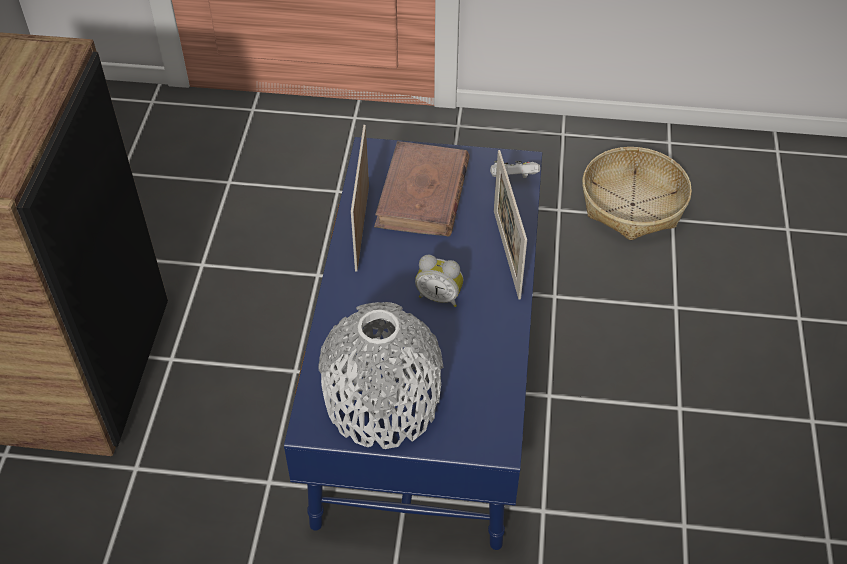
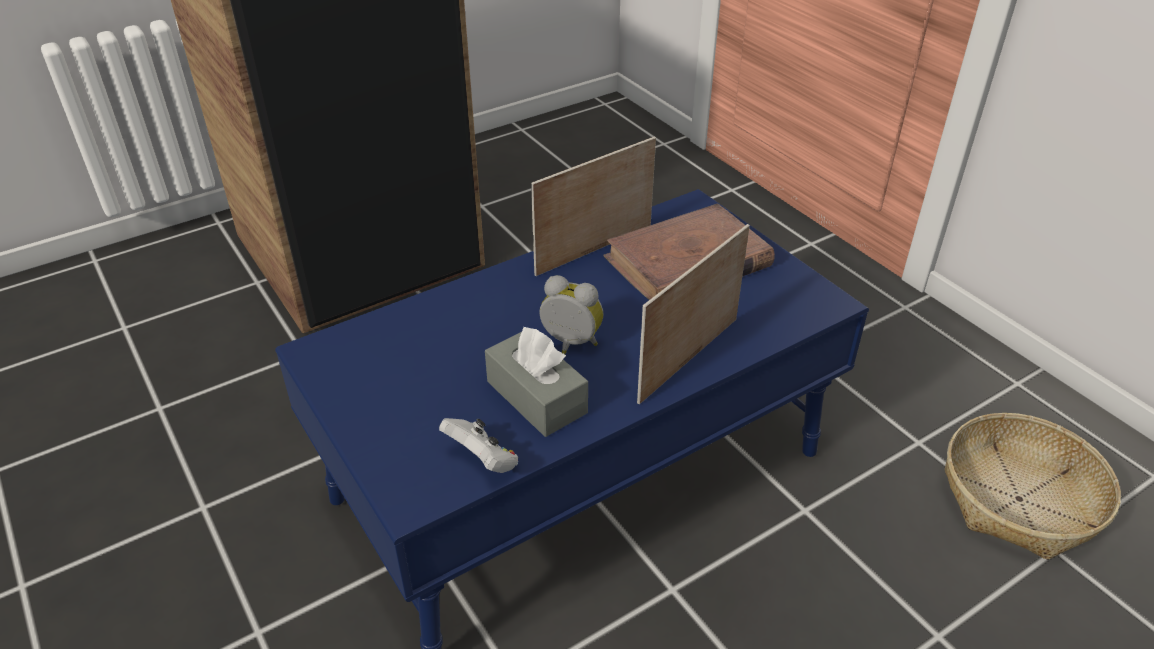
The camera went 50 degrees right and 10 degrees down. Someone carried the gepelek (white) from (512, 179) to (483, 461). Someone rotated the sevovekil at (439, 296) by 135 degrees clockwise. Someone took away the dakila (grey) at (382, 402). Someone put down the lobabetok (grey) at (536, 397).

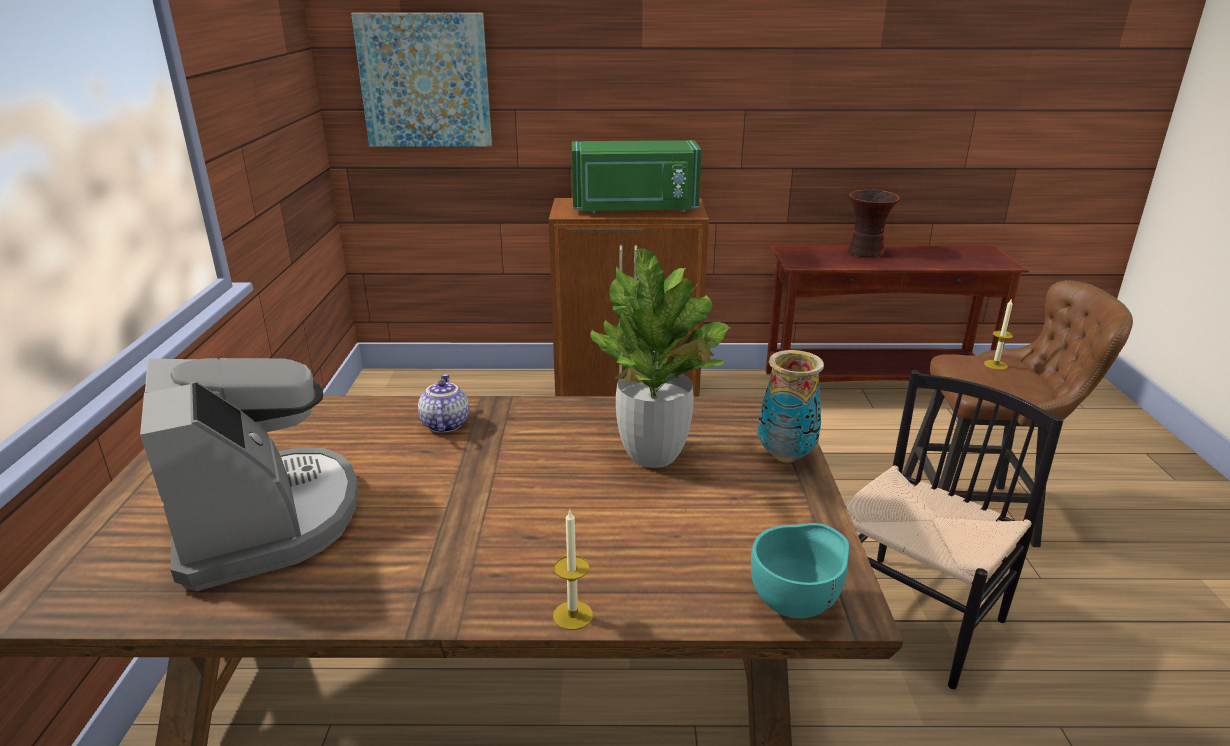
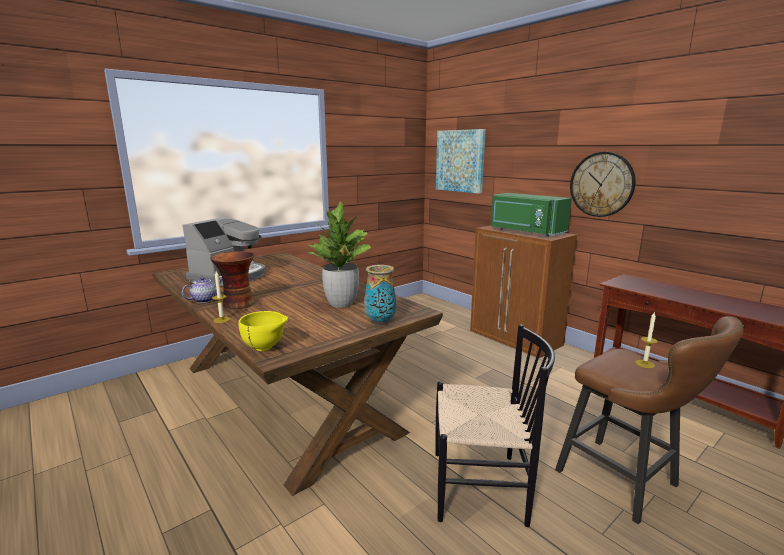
The camera went 50 degrees right and 10 degrees down. Someone carried the dakila from (866, 253) to (237, 304). Someone carried the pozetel from (444, 424) to (204, 300). Someone repainted the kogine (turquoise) at (796, 605), which became the kogine (yellow) at (266, 348). Someone put up the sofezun at (601, 184).

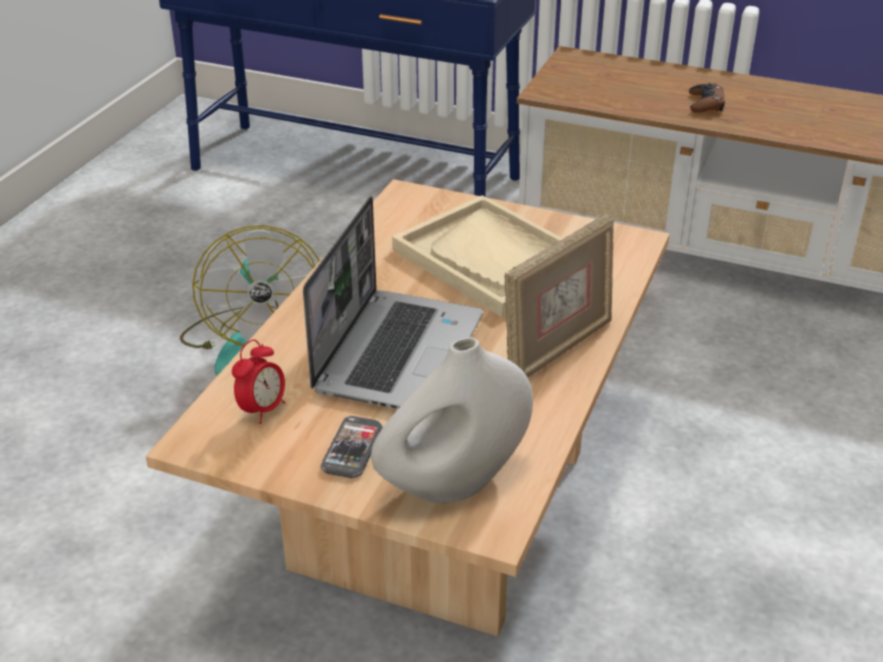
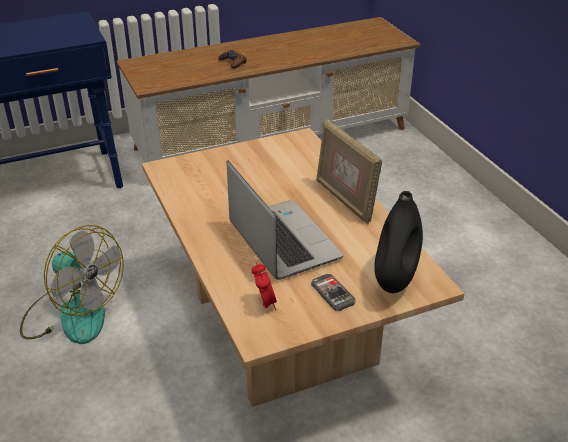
The camera went 45 degrees left and 0 degrees up. Someone took away the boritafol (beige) at (491, 259). Someone rotated the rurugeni at (557, 350) by 150 degrees clockwise. Someone repainted the dakila (white) at (453, 485), which became the dakila (black) at (395, 279).

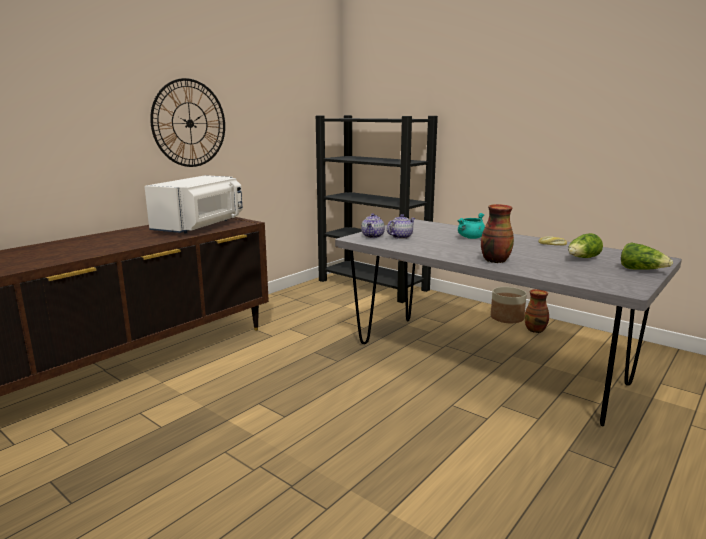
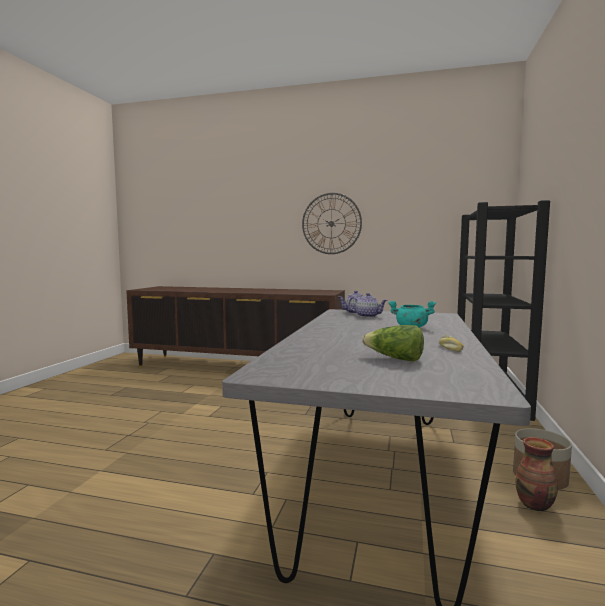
The camera went 65 degrees right and 10 degrees down. Someone took away the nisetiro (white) at (201, 226). Someone took away the dakila at (494, 260). Someone took away the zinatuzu at (641, 270).

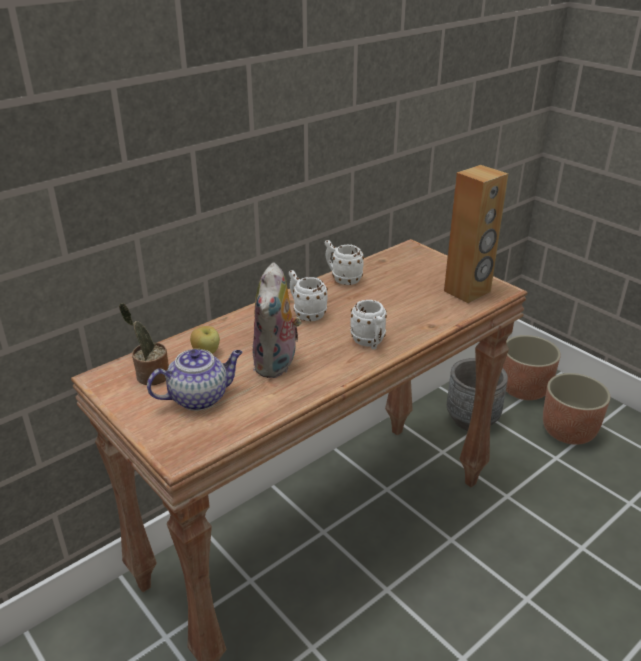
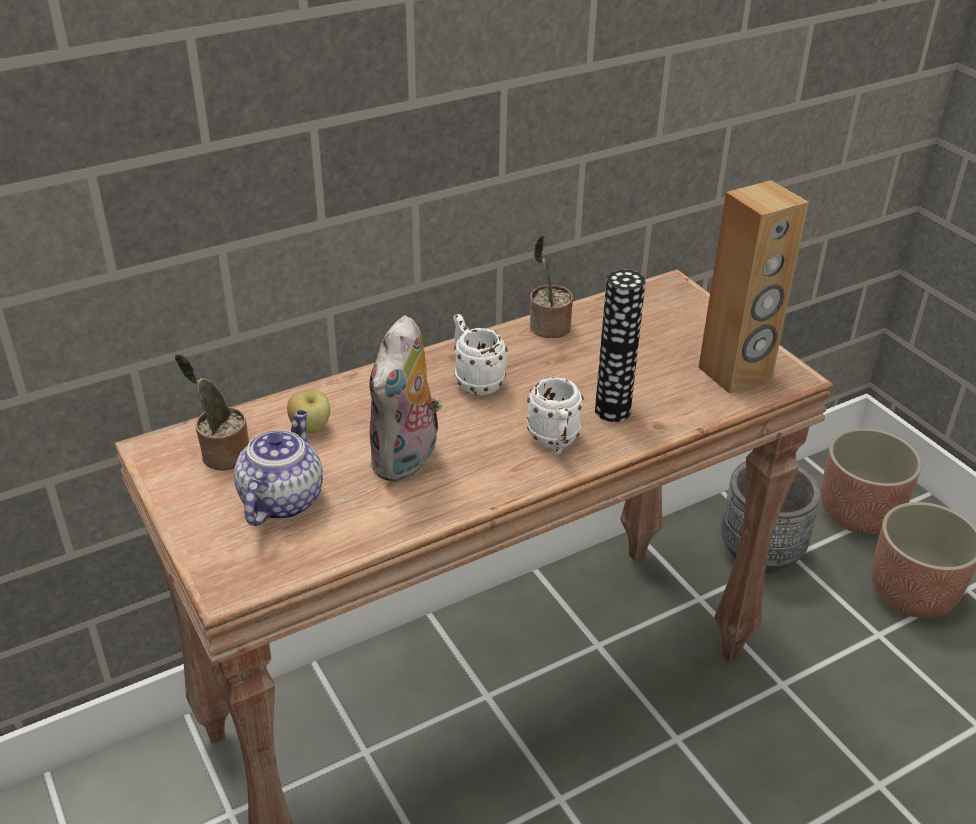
The camera went 10 degrees right and 5 degrees up. Someone swapped the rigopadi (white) at (342, 279) for the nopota at (548, 328). Someone rotated the pozetel at (200, 397) by 60 degrees counterclockwise. Someone put down the dakila at (612, 411).

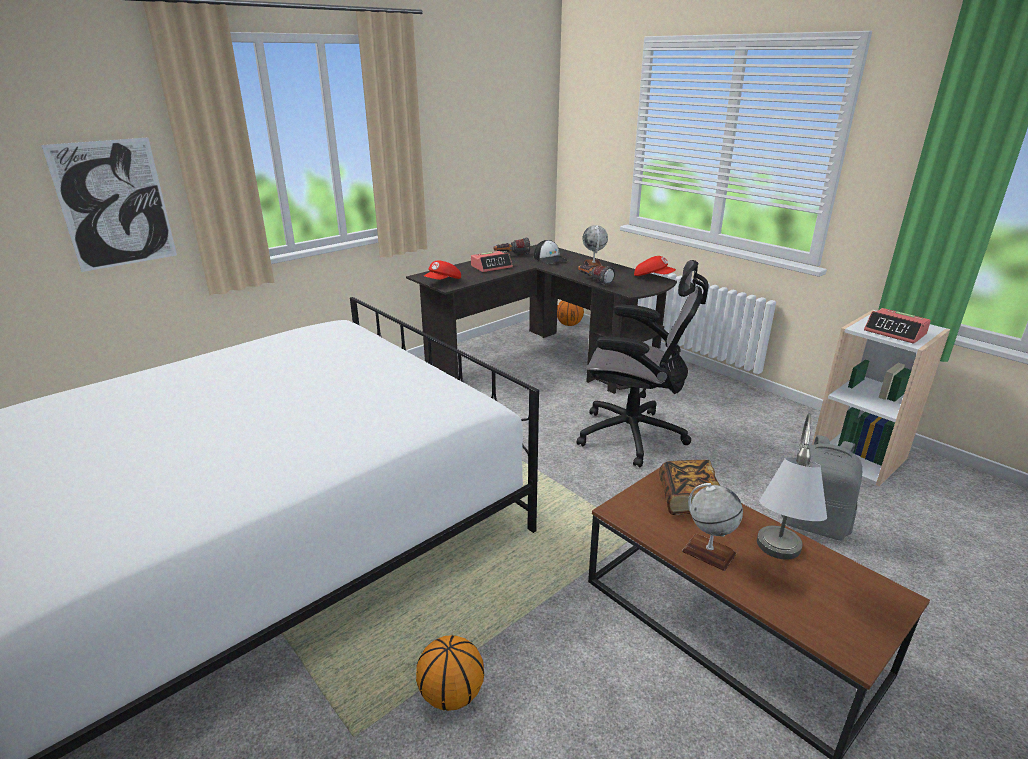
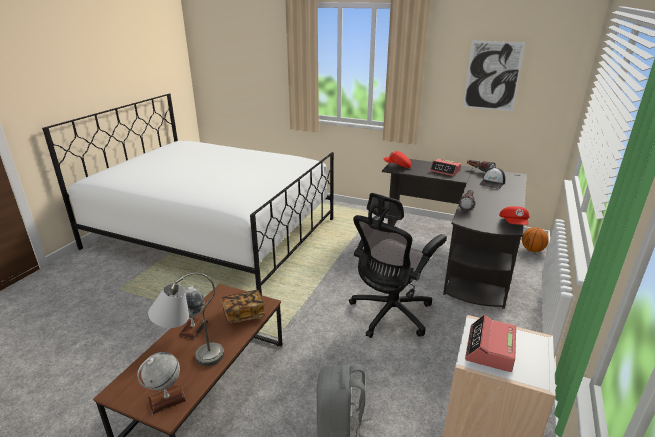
The camera went 65 degrees right and 0 degrees up. Someone carried the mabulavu from (114, 204) to (492, 76). Someone carried the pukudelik from (593, 265) to (167, 399). Someone rotated the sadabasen at (632, 435) by 45 degrees clockwise. Someone took away the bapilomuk at (450, 694).

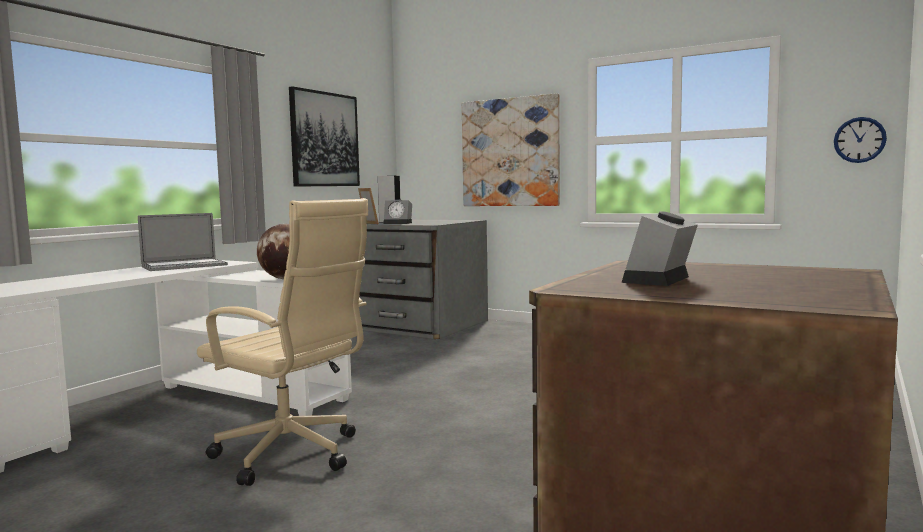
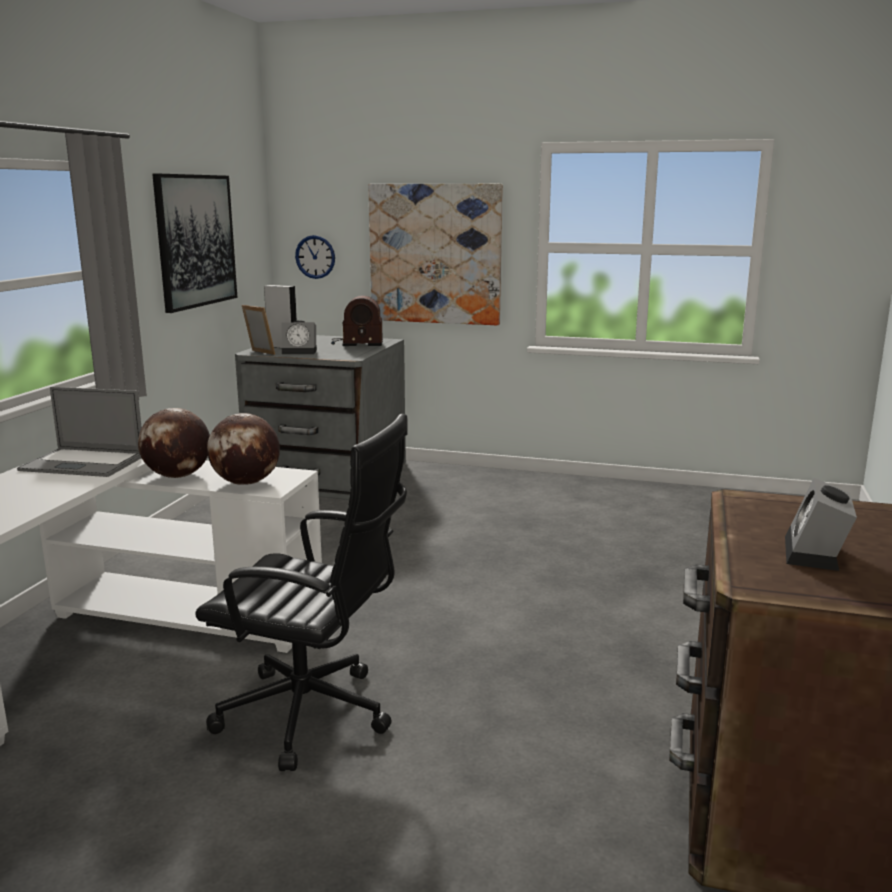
The camera went 15 degrees left and 10 degrees up. Someone carried the sofezun from (859, 140) to (315, 257). Someone repainted the sadabasen (beige) at (292, 455), which became the sadabasen (black) at (313, 716). Someone rotated the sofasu at (184, 266) by 60 degrees clockwise. Someone put down the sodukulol at (356, 343). Someone put down the pukudelik at (178, 476).

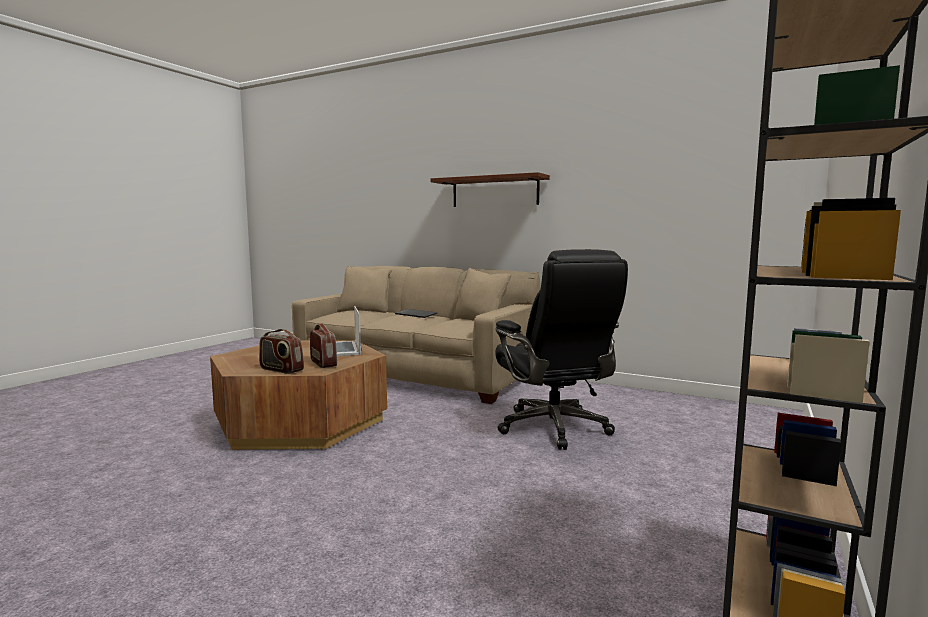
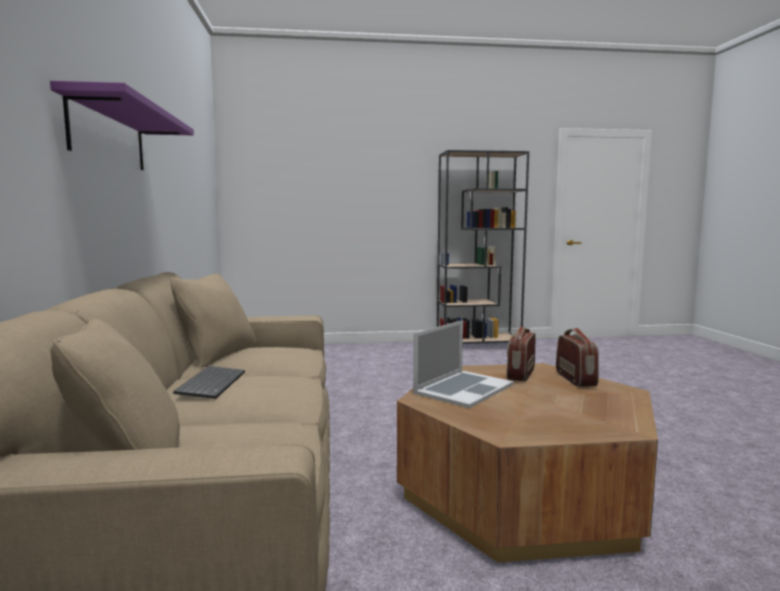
The camera went 125 degrees left and 0 degrees up. Someone repainted the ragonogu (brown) at (494, 192), which became the ragonogu (purple) at (109, 135). Someone took away the sadabasen (black) at (553, 427).

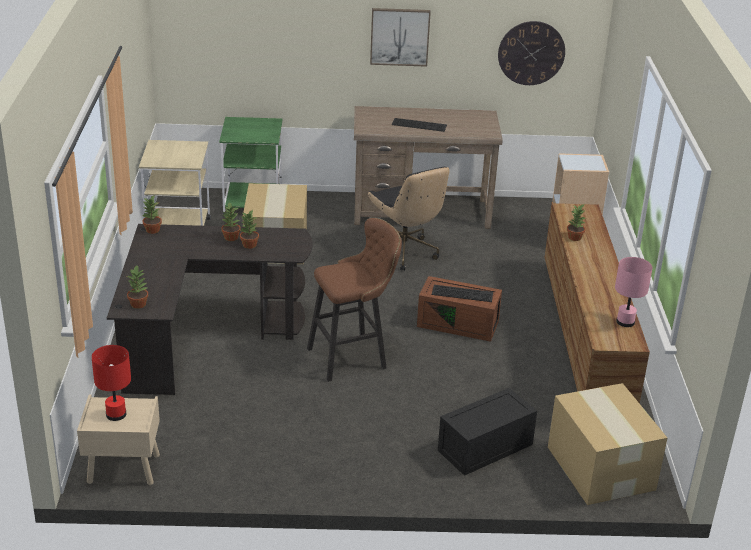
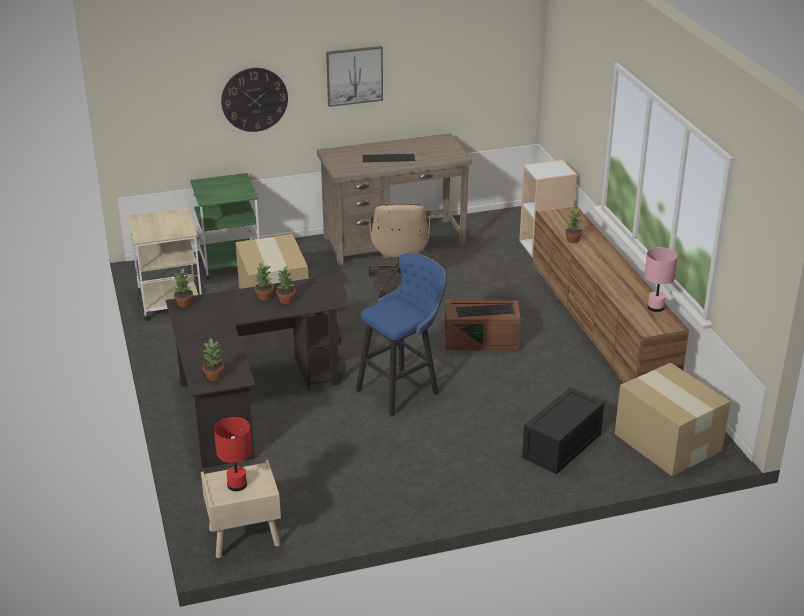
The camera went 15 degrees left and 0 degrees up. Someone carried the sofezun from (531, 53) to (254, 99). Someone rotated the sadabasen (black) at (405, 253) by 45 degrees clockwise. Someone repainted the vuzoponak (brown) at (355, 356), which became the vuzoponak (blue) at (404, 388).

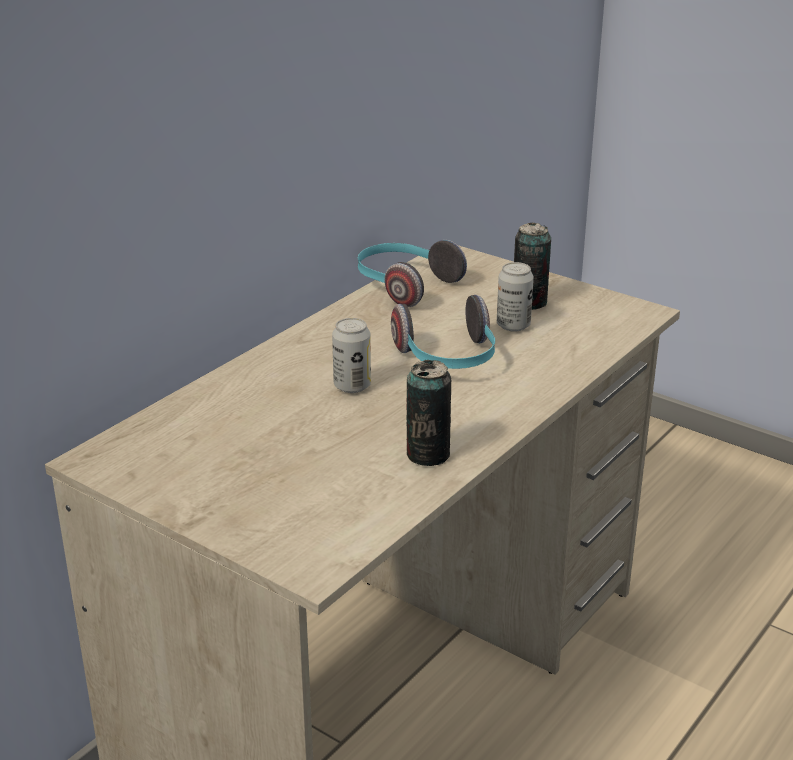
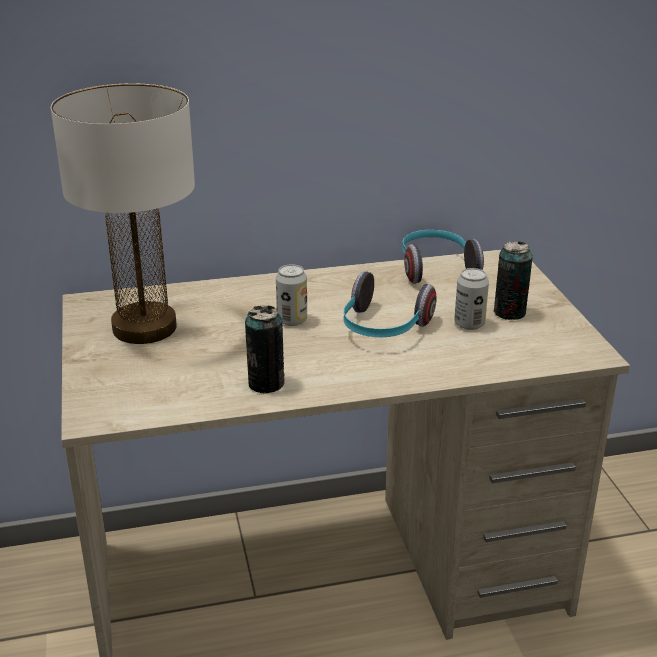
The camera went 40 degrees right and 0 degrees up. Someone put down the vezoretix at (145, 327).

